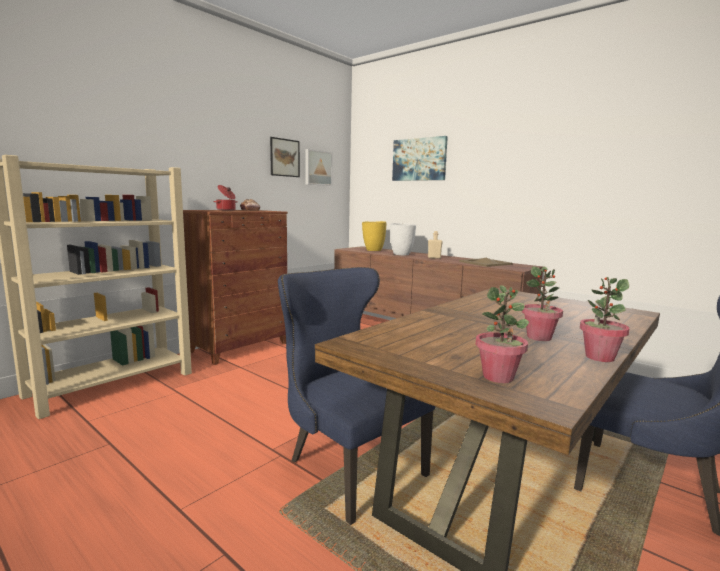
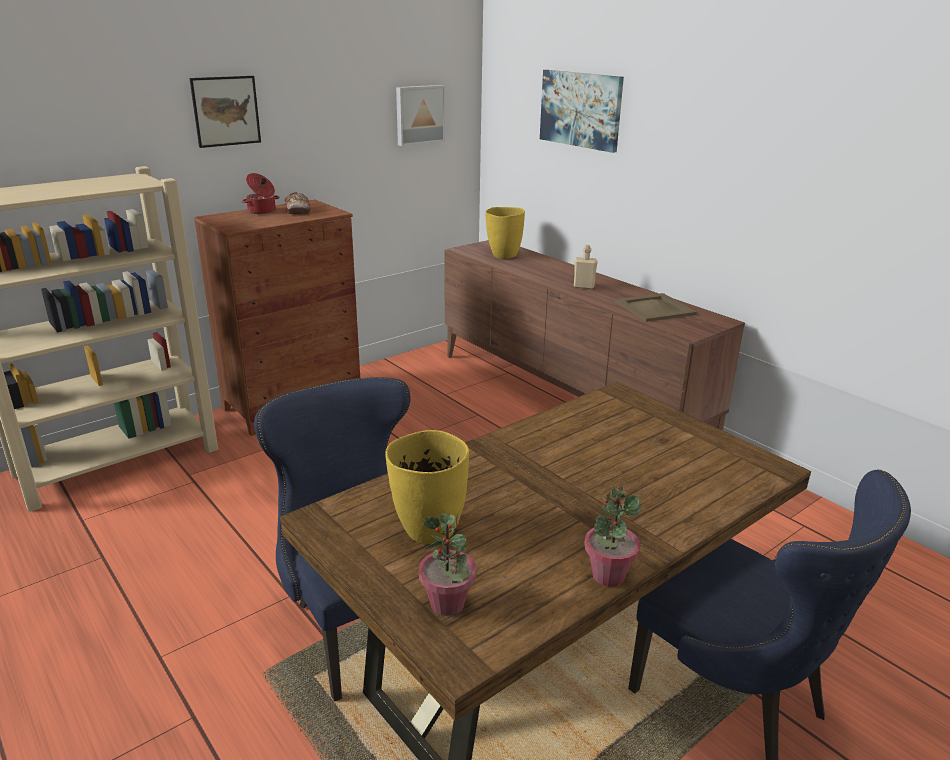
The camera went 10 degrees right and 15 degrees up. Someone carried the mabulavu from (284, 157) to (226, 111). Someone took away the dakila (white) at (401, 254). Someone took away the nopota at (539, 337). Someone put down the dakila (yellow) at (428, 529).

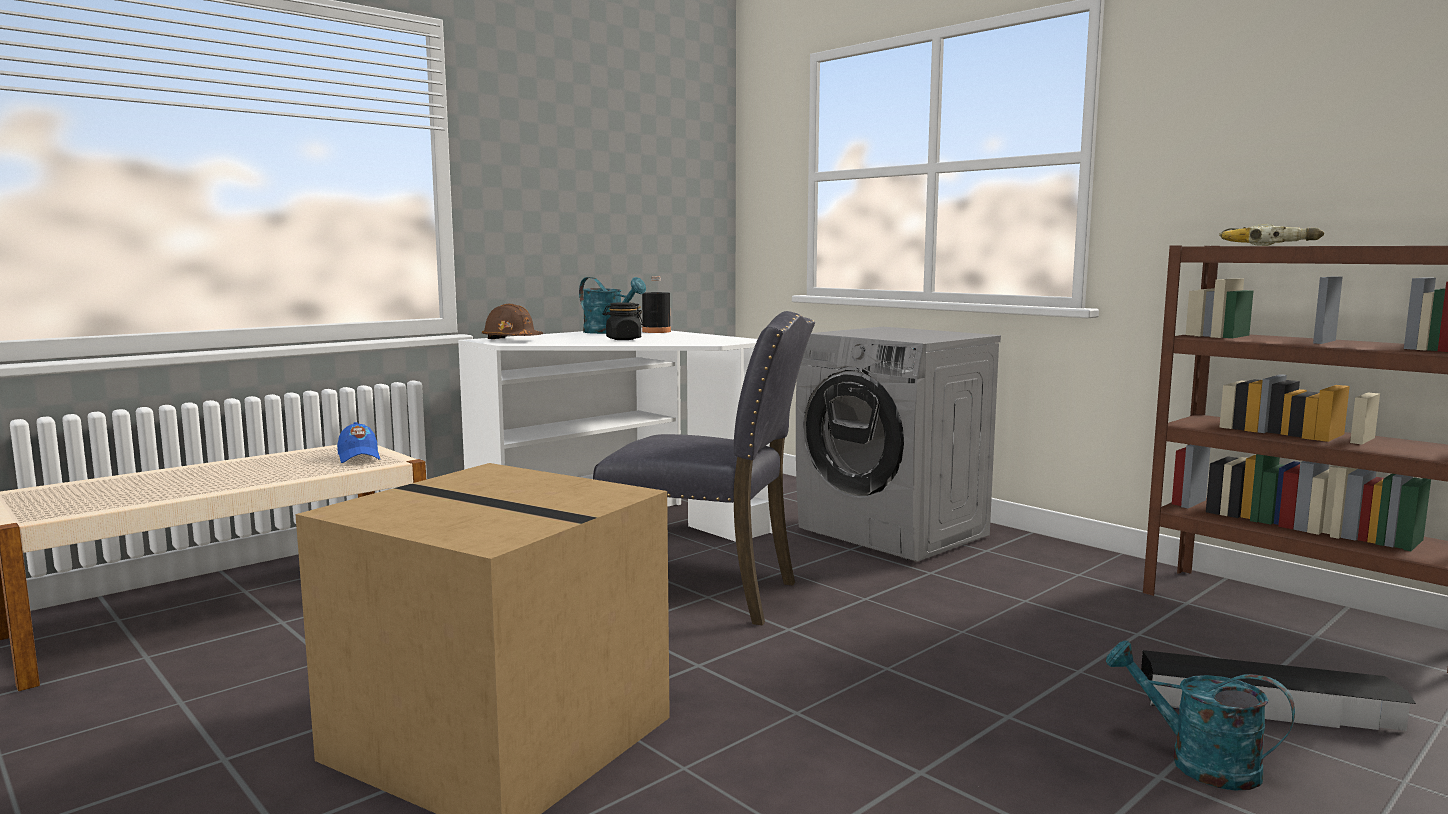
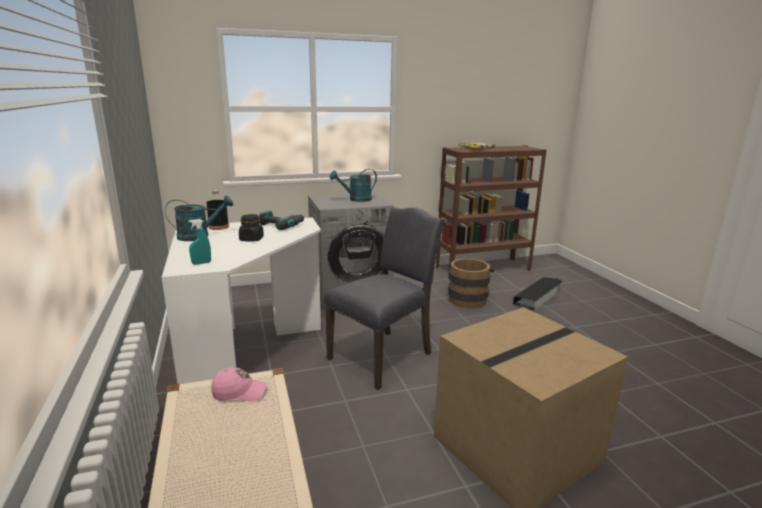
The camera went 65 degrees left and 10 degrees up. Someone swapped the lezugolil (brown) at (512, 340) for the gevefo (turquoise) at (201, 263). Someone repainted the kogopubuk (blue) at (359, 457), which became the kogopubuk (pink) at (240, 392). Someone carried the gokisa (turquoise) from (1198, 762) to (356, 199). Someone put down the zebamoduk at (281, 225). Someone put down the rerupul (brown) at (467, 298).

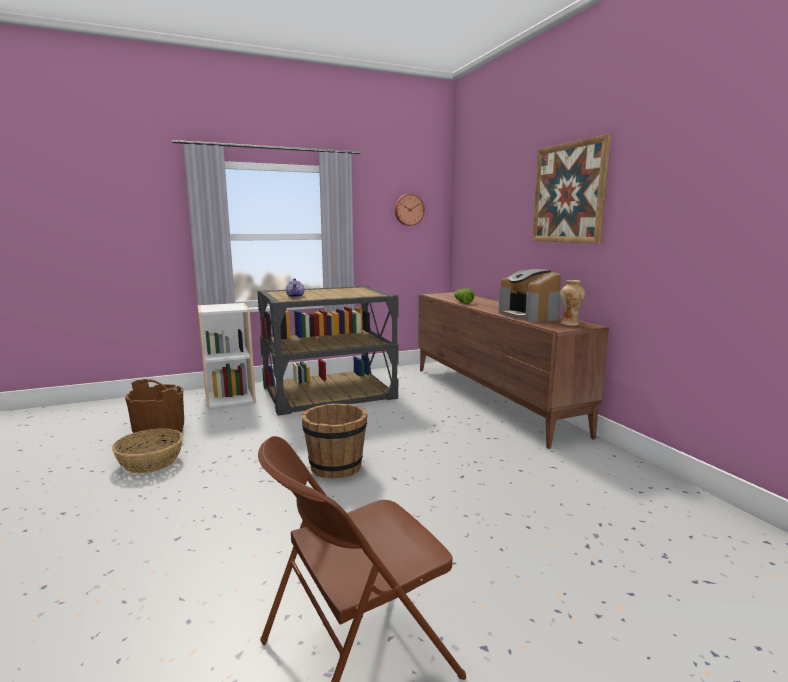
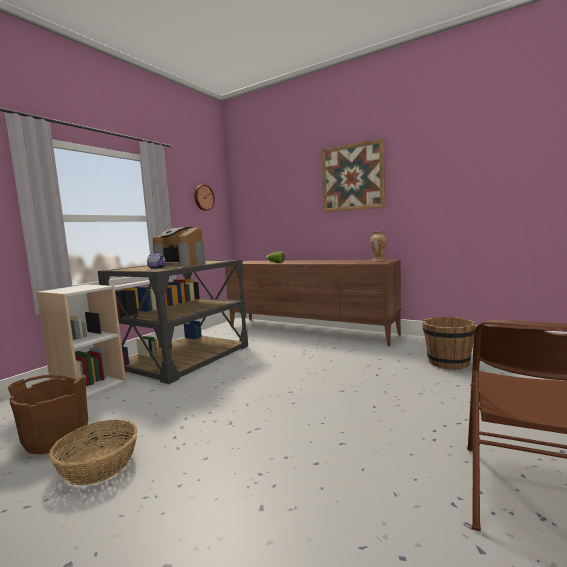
The camera went 35 degrees left and 5 degrees down. Someone carried the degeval from (529, 316) to (181, 264). Someone carried the rerupul (brown) from (336, 467) to (447, 363).

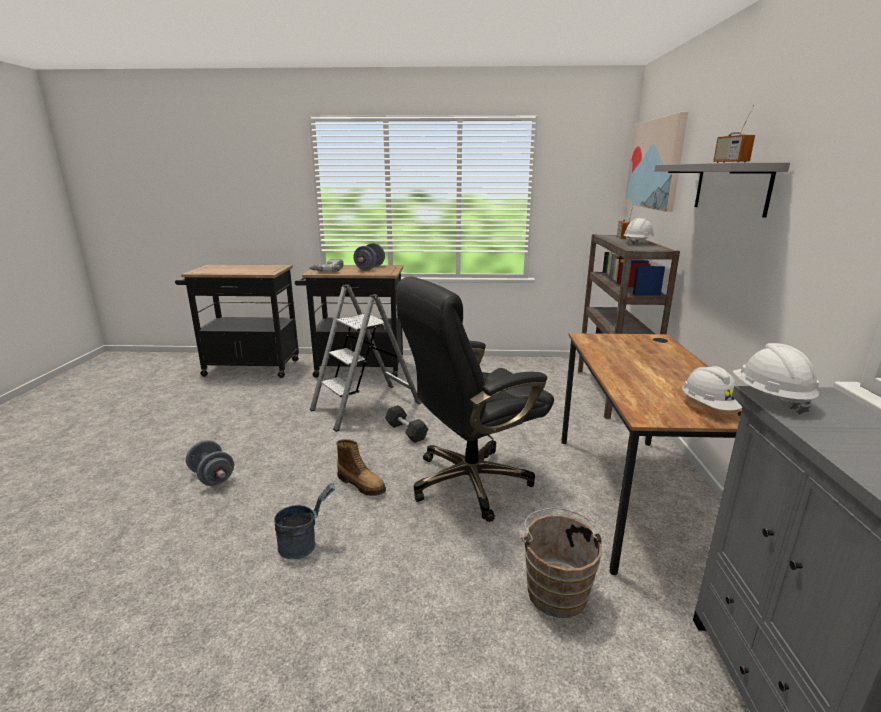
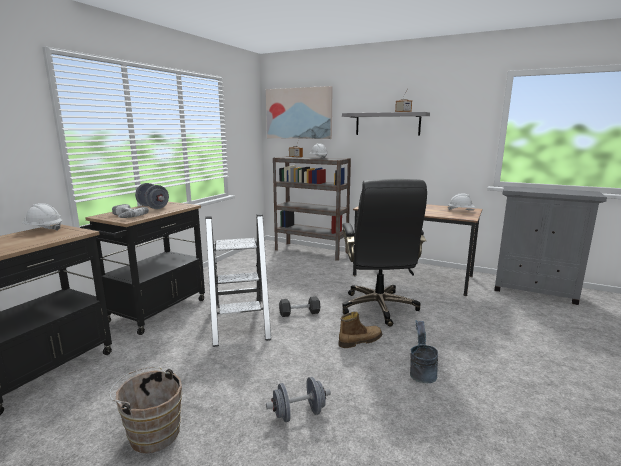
The camera went 65 degrees left and 5 degrees down. Someone carried the lezugolil (white) from (770, 398) to (44, 229). Someone carried the rerupul (brown) from (556, 589) to (152, 432).

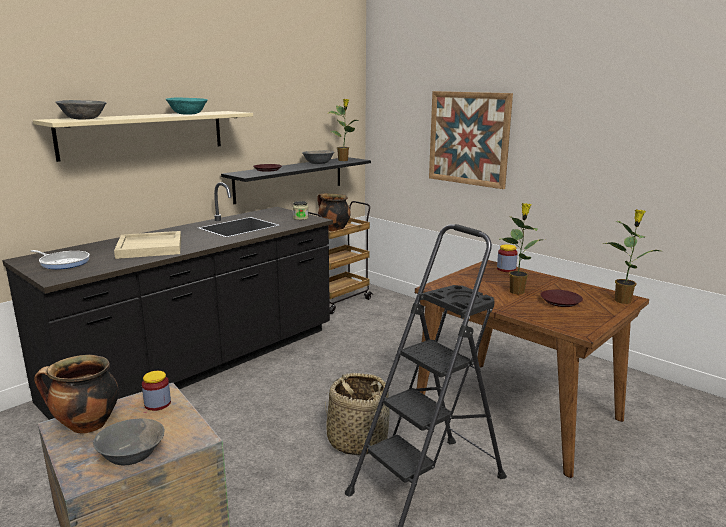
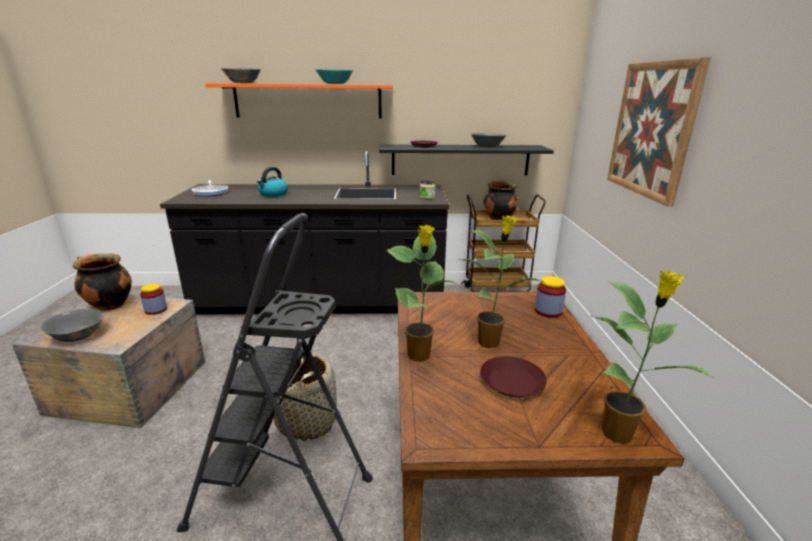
The camera went 45 degrees right and 5 degrees up. Someone carried the nopota from (343, 160) to (419, 356). Someone repainted the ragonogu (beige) at (144, 134), which became the ragonogu (orange) at (308, 101). Someone swapped the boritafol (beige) at (150, 247) for the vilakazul at (273, 194).

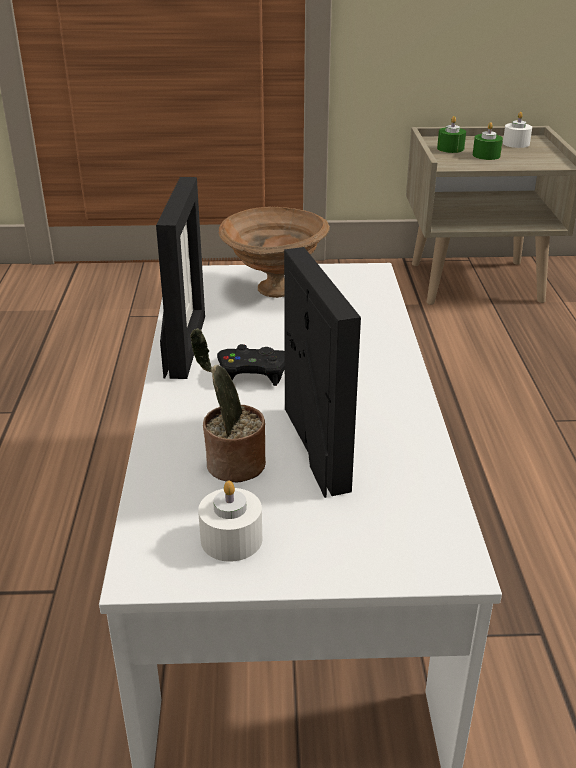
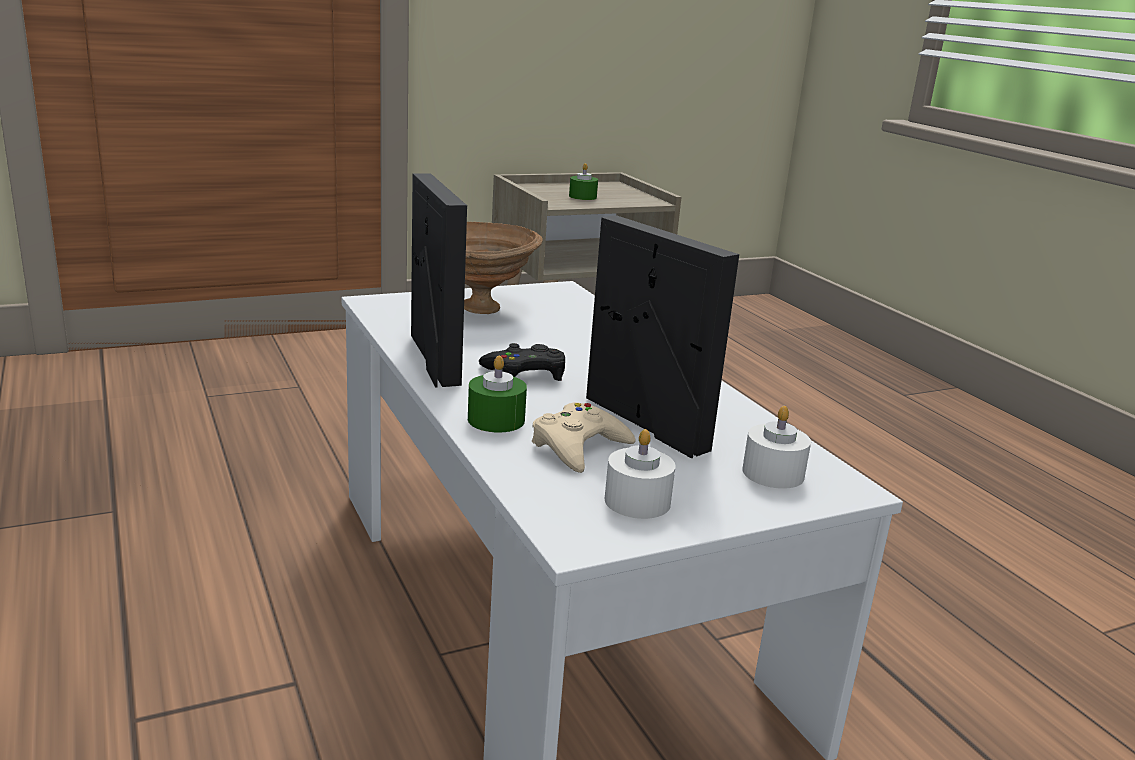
The camera went 25 degrees left and 10 degrees down. Someone carried the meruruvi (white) from (516, 143) to (773, 473). Someone carried the meruruvi (green) from (450, 148) to (496, 420). Someone swapped the nopota at (231, 465) for the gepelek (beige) at (579, 446).

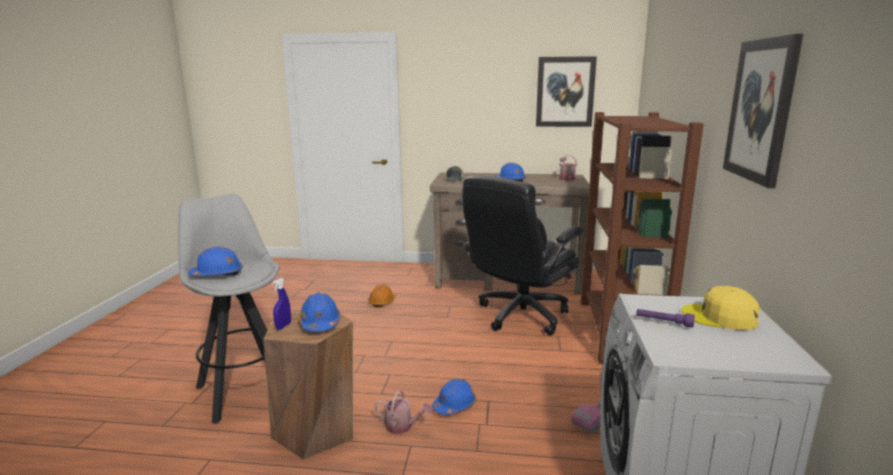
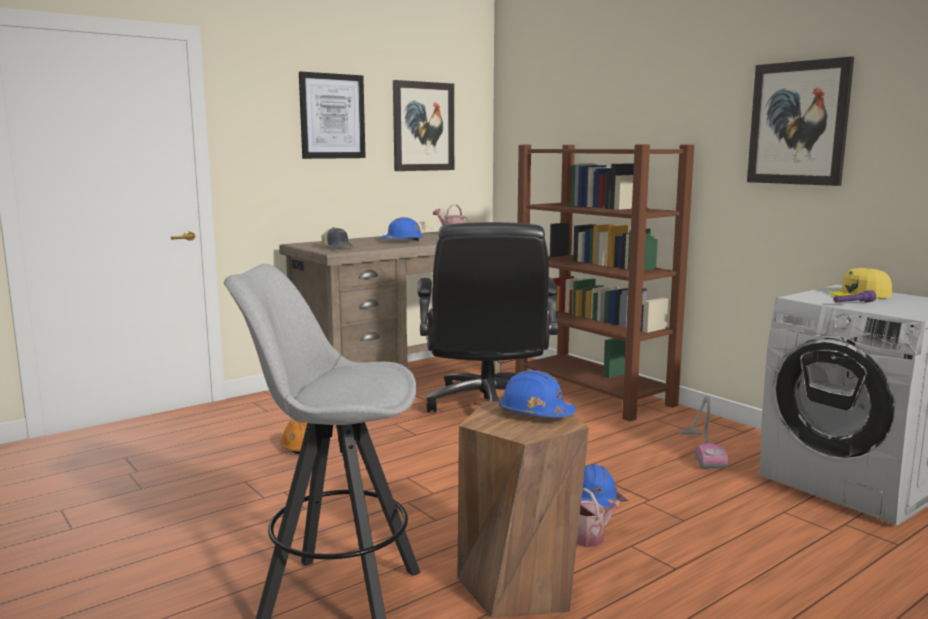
The camera went 45 degrees left and 5 degrees down. Someone took away the lezugolil (blue) at (217, 274). Someone took away the gevefo (blue) at (283, 326). Someone put up the mabulavu at (332, 116).

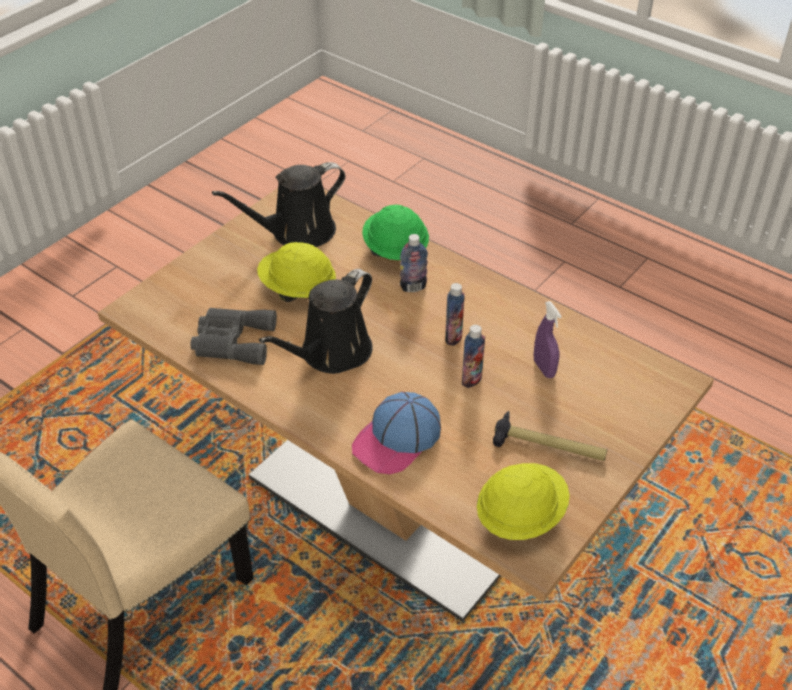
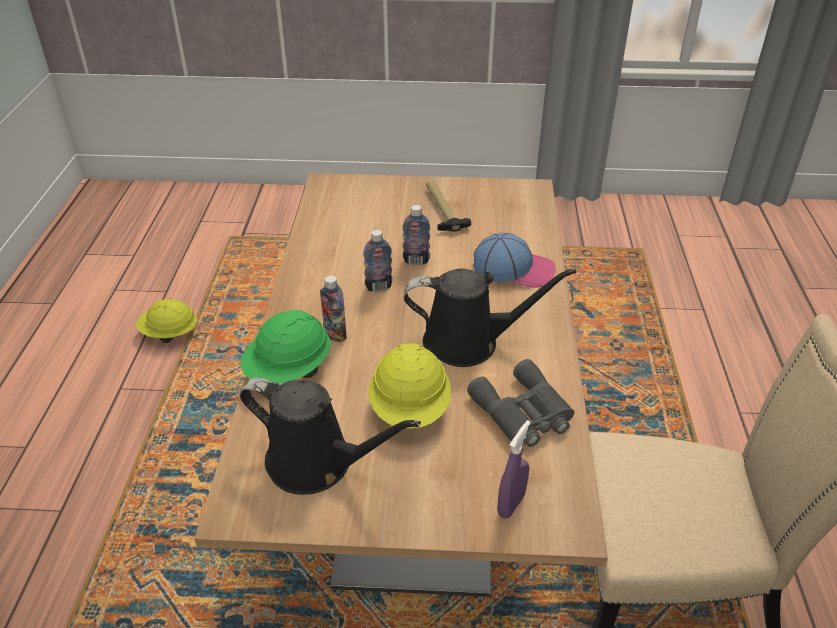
The camera went 125 degrees left and 5 degrees down. Someone carried the gevefo (purple) from (544, 368) to (511, 504). Someone carried the lezugolil (yellow) from (520, 516) to (169, 334).

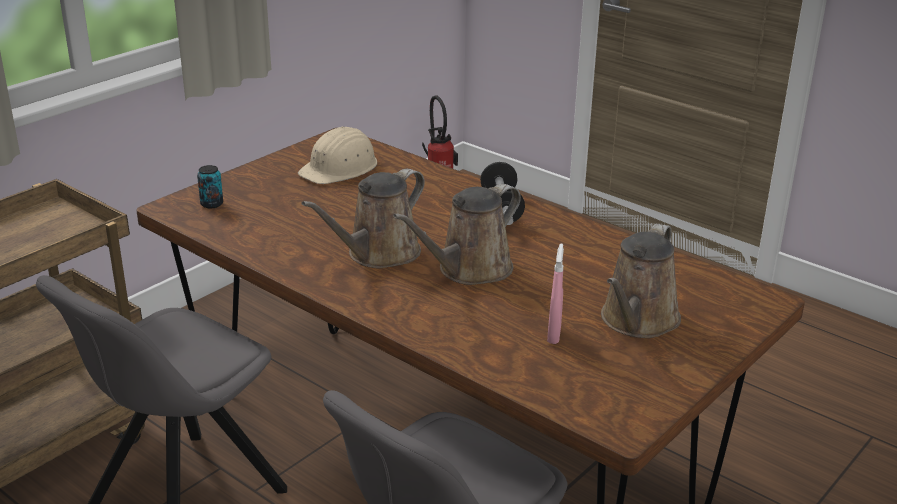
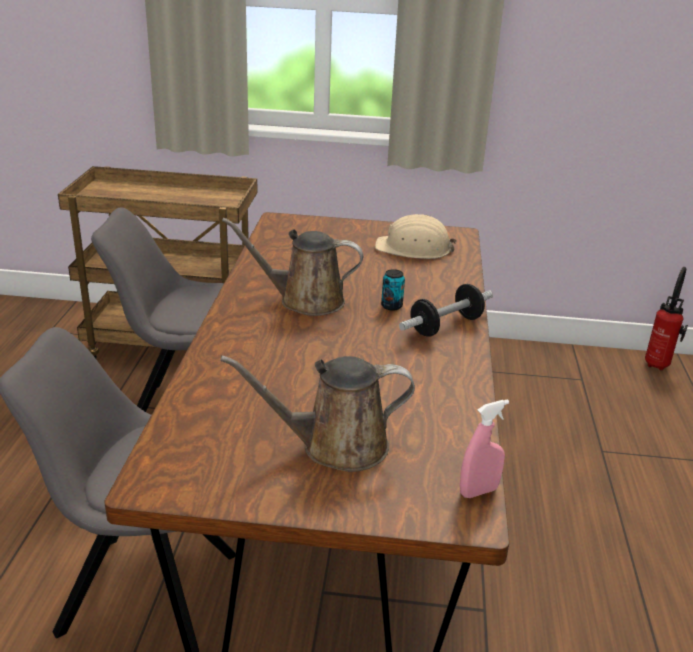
The camera went 55 degrees right and 0 degrees up. Someone carried the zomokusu from (212, 204) to (391, 306). Someone took away the gokisa (brown) at (469, 270). Someone carried the gevefo (pink) from (554, 335) to (478, 491).

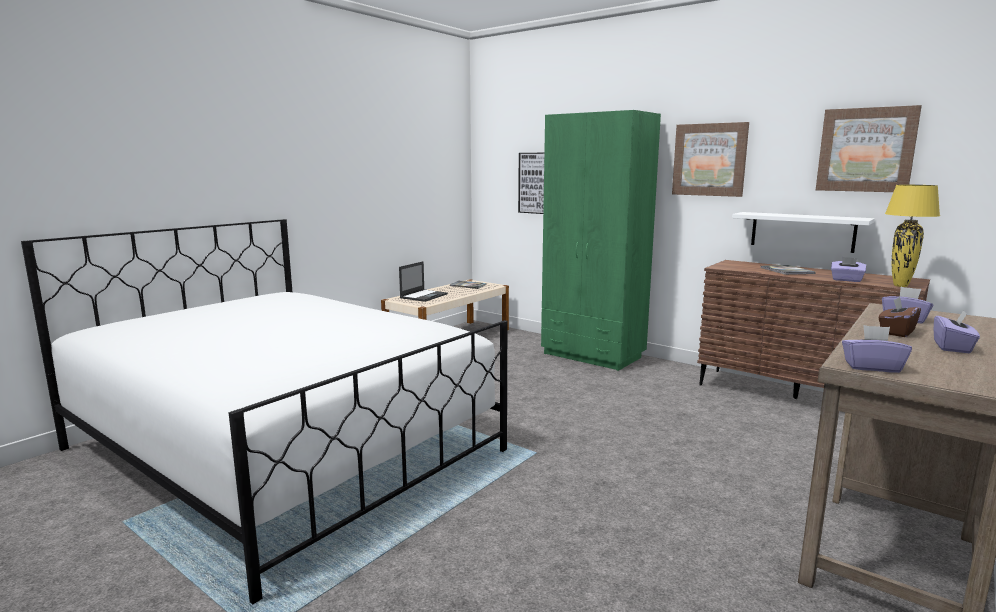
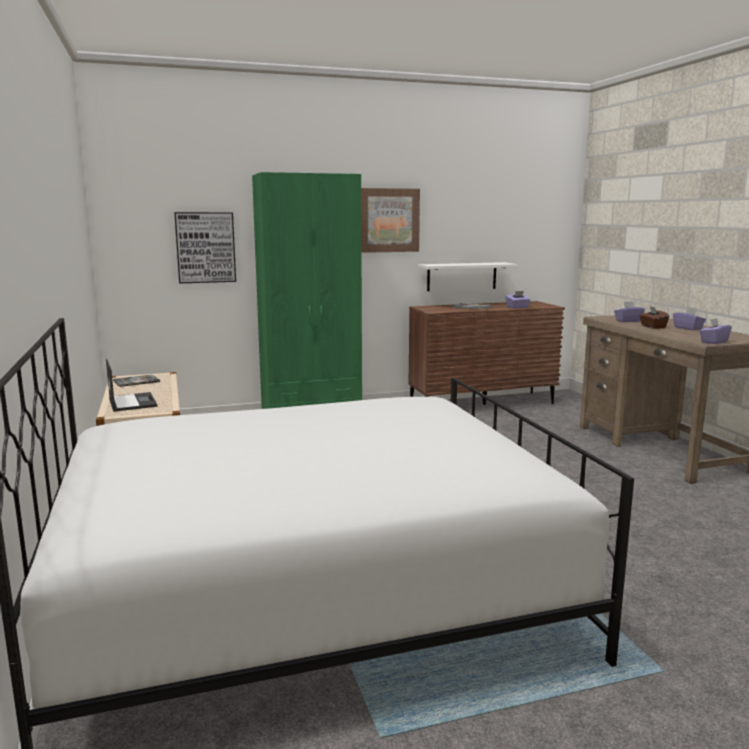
The camera went 55 degrees left and 0 degrees up. Someone took away the mabulavu at (866, 150). Someone took away the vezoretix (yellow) at (900, 286).

